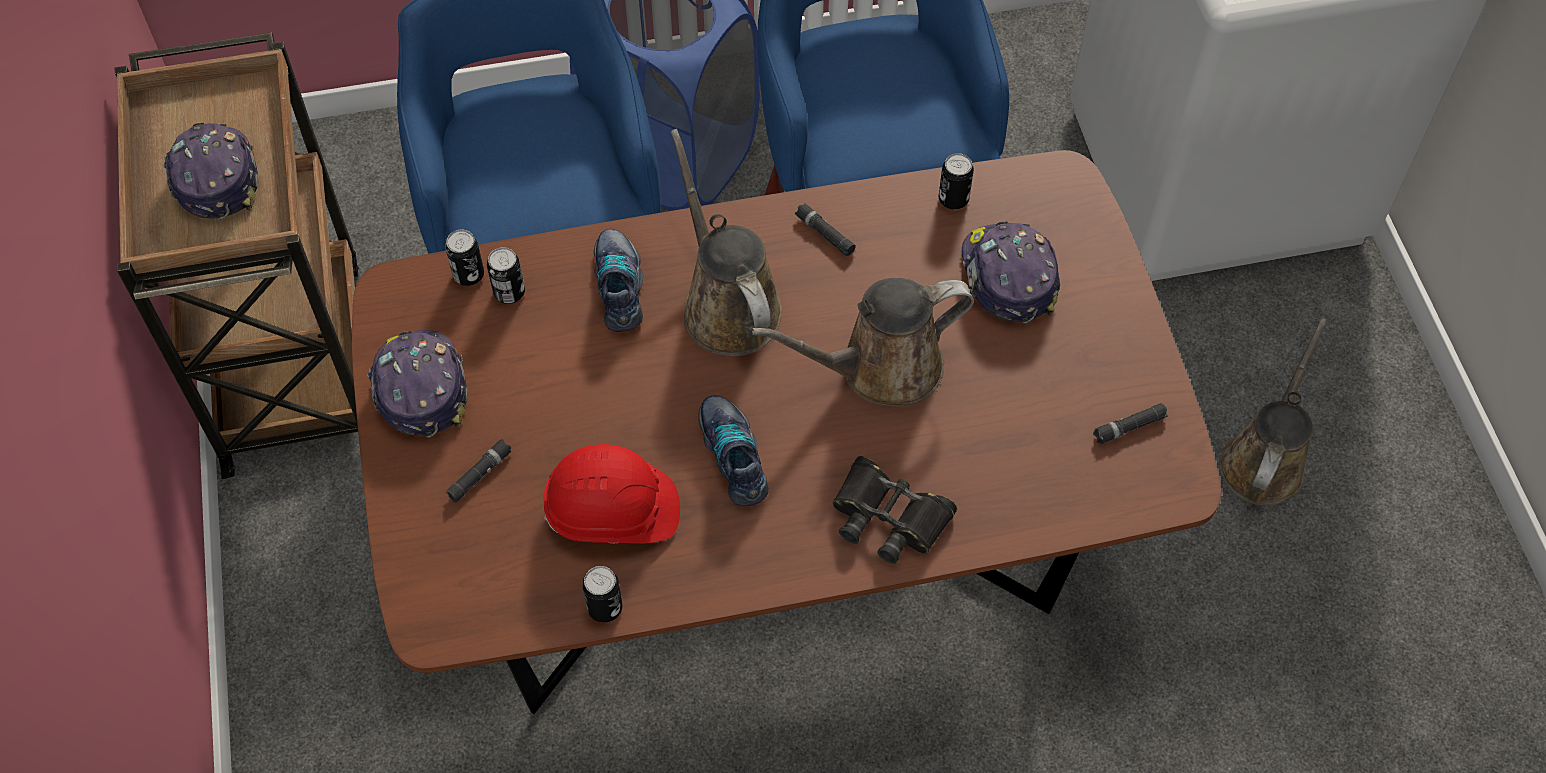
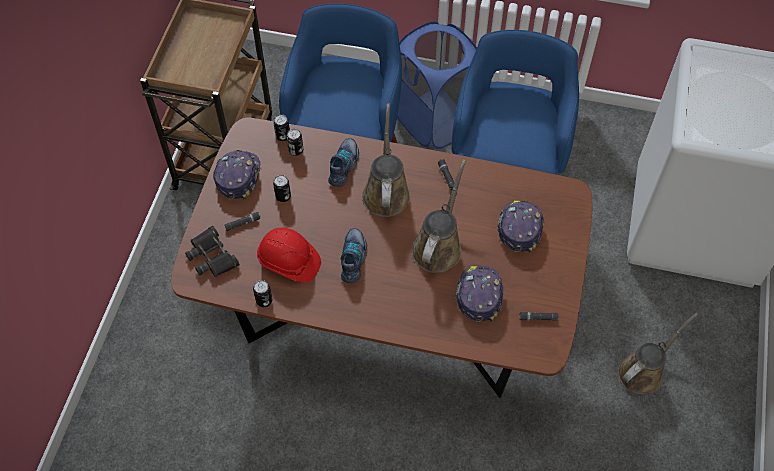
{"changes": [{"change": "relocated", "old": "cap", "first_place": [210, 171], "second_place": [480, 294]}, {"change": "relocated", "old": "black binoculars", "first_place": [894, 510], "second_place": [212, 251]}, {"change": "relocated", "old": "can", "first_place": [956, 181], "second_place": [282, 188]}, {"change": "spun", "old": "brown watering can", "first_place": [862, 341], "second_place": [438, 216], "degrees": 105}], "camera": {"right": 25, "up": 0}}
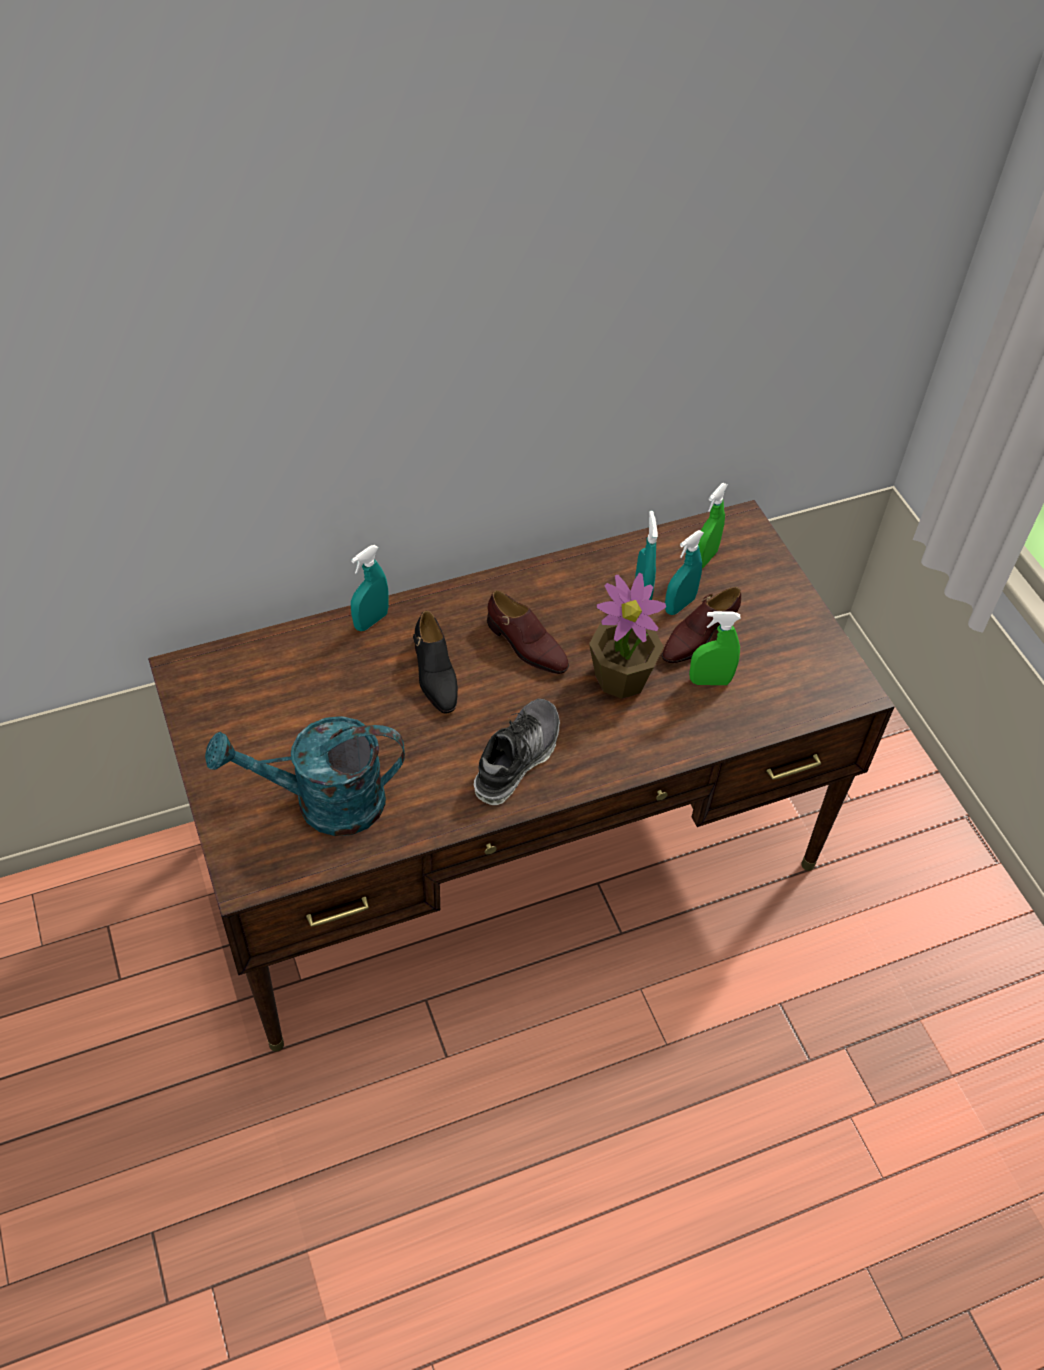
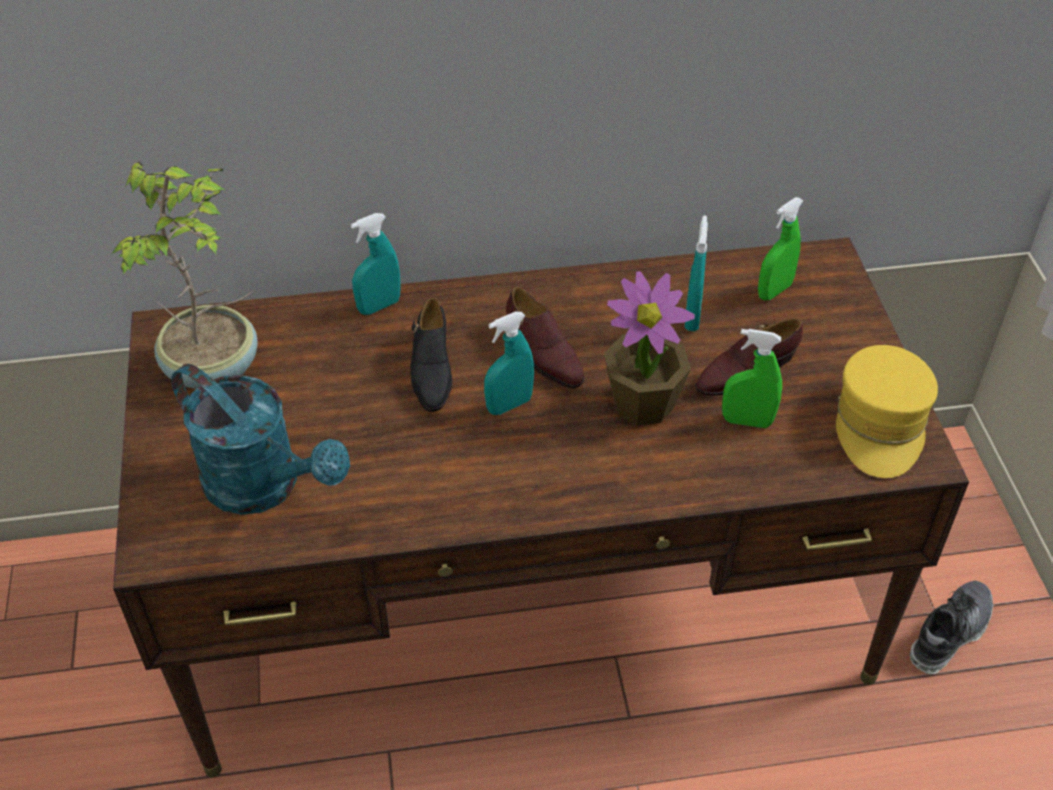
{"changes": [{"change": "appeared", "new": "potted plant", "second_place": [184, 275]}, {"change": "appeared", "new": "yellow cap", "second_place": [887, 411]}, {"change": "relocated", "old": "shoe", "first_place": [517, 752], "second_place": [952, 627]}, {"change": "relocated", "old": "turquoise spray bottle", "first_place": [684, 572], "second_place": [509, 363]}, {"change": "spun", "old": "turquoise watering can", "first_place": [305, 776], "second_place": [260, 439], "degrees": -150}], "camera": {"right": 15, "up": -5}}
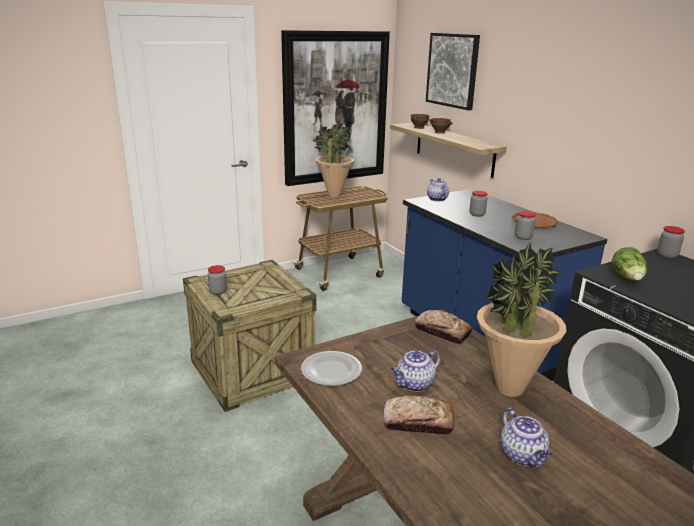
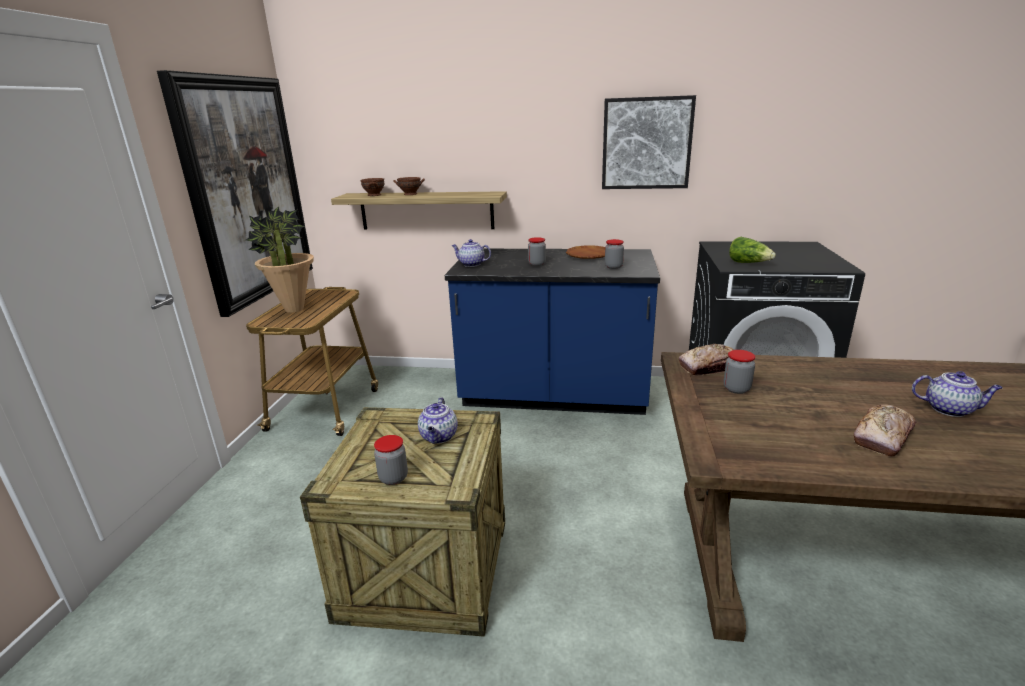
{"changes": [{"change": "missing", "old": "plate", "first_place": [331, 368]}, {"change": "missing", "old": "potted plant", "first_place": [521, 319]}, {"change": "relocated", "old": "teapot", "first_place": [416, 371], "second_place": [438, 420]}, {"change": "relocated", "old": "picture", "first_place": [453, 71], "second_place": [649, 142]}, {"change": "relocated", "old": "jar", "first_place": [671, 242], "second_place": [739, 372]}], "camera": {"right": -50, "up": 0}}
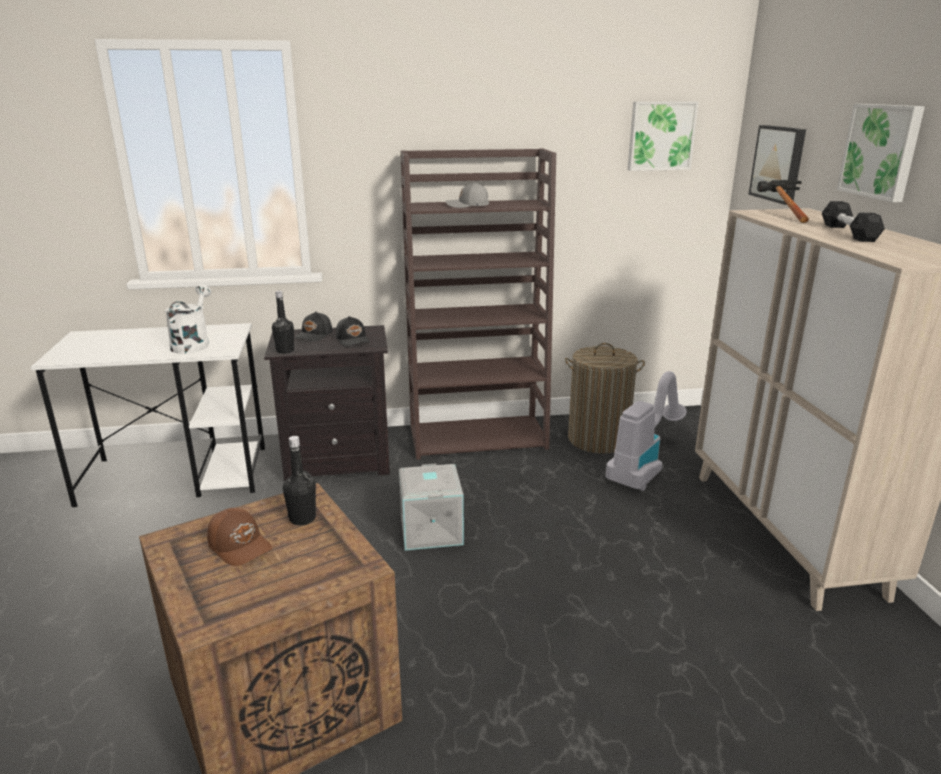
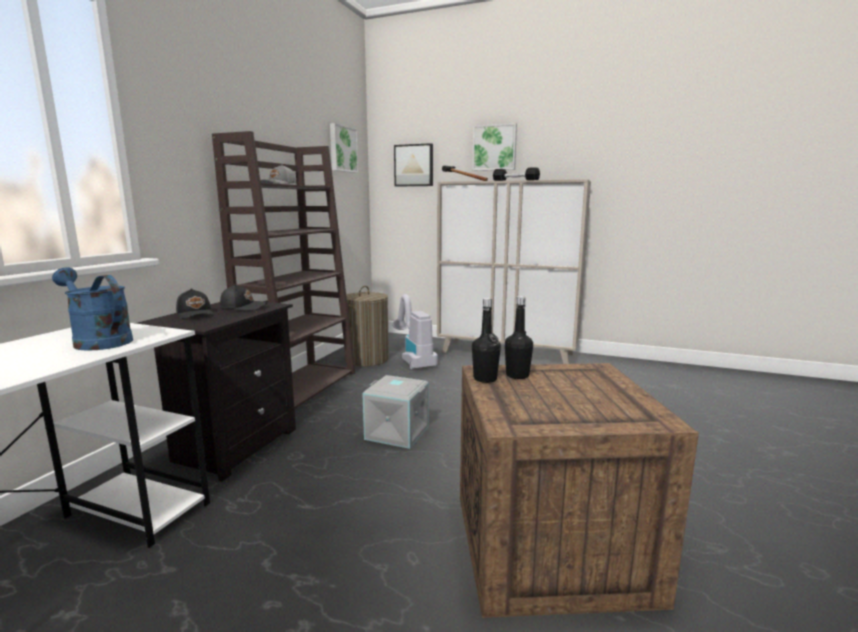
{"changes": [{"change": "missing", "old": "brown cap", "first_place": [239, 537]}, {"change": "relocated", "old": "black bottle", "first_place": [283, 322], "second_place": [486, 340]}, {"change": "colour", "old": "white watering can", "new": "blue watering can", "first_place": [188, 319], "second_place": [92, 309]}], "camera": {"right": -60, "up": -10}}
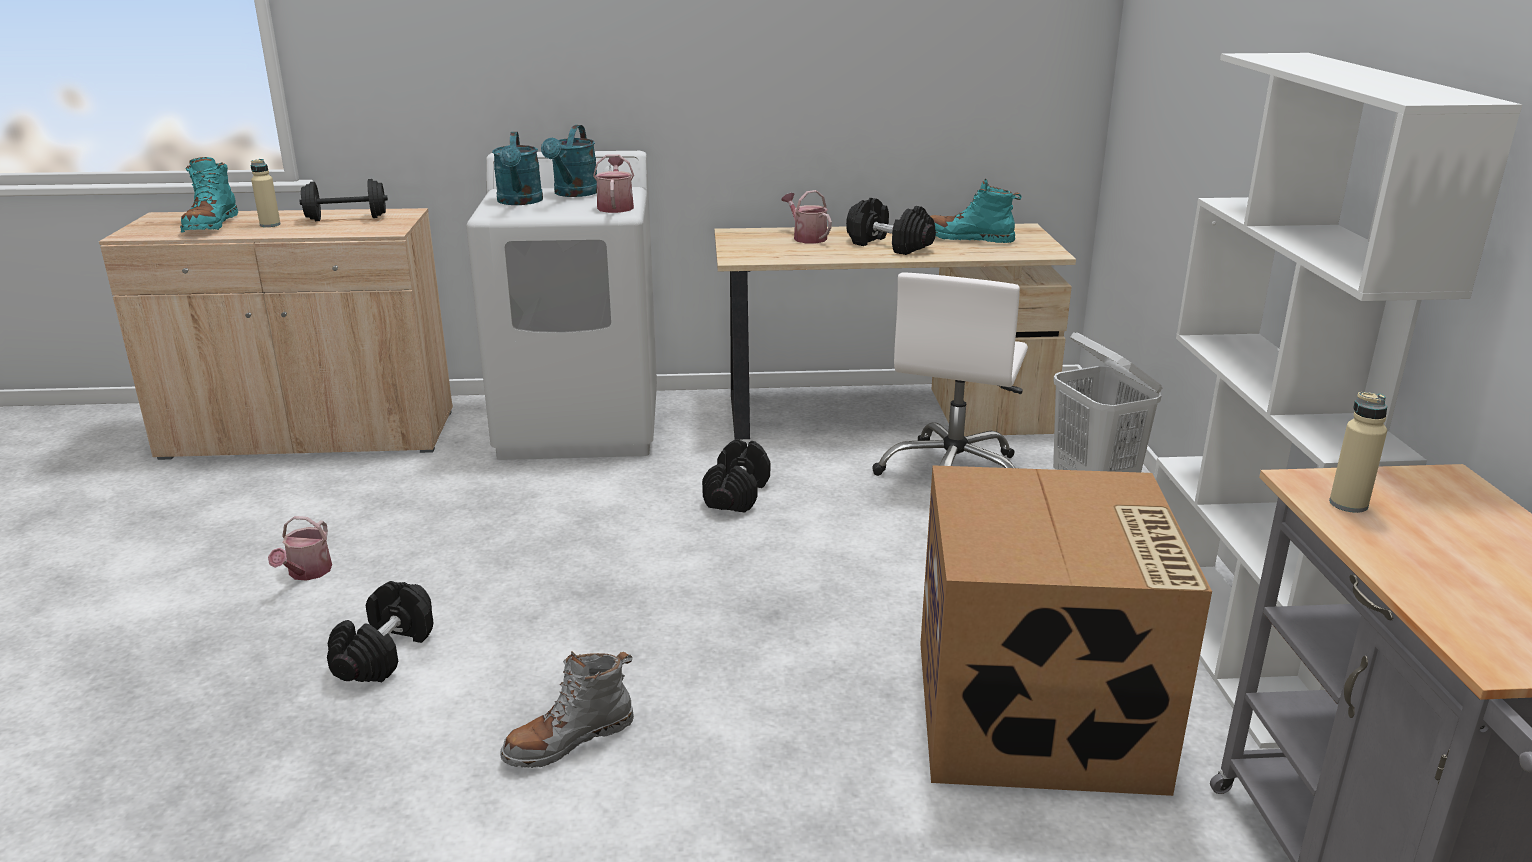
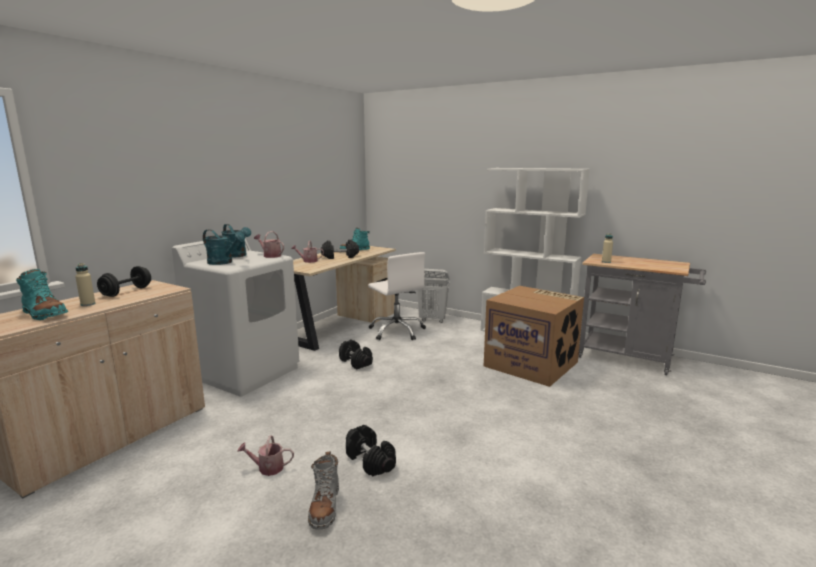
{"changes": [{"change": "relocated", "old": "grey boot", "first_place": [567, 709], "second_place": [323, 490]}, {"change": "spun", "old": "watering can", "first_place": [300, 548], "second_place": [265, 456], "degrees": 135}], "camera": {"right": -55, "up": -10}}
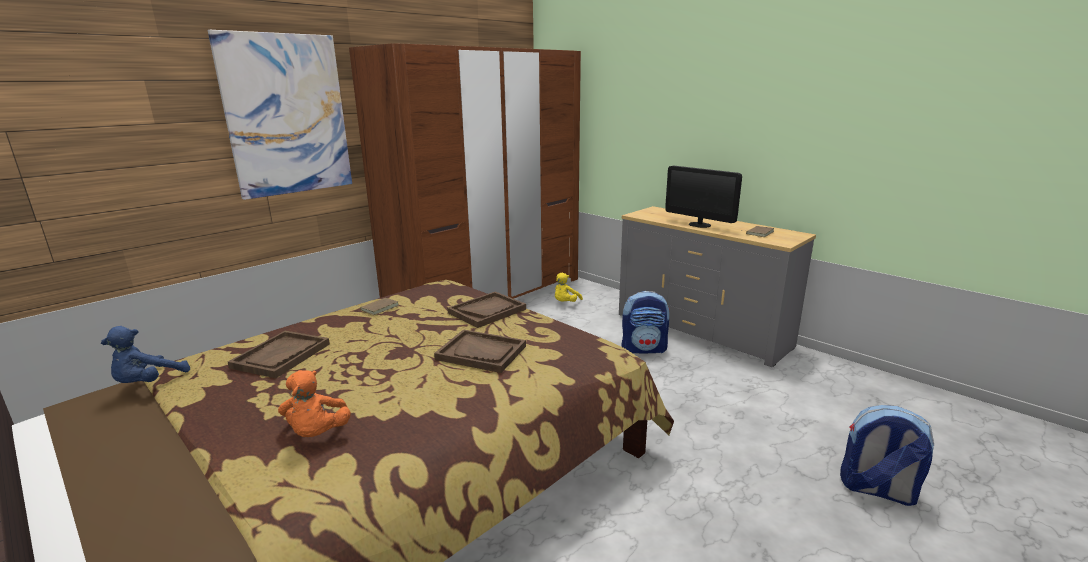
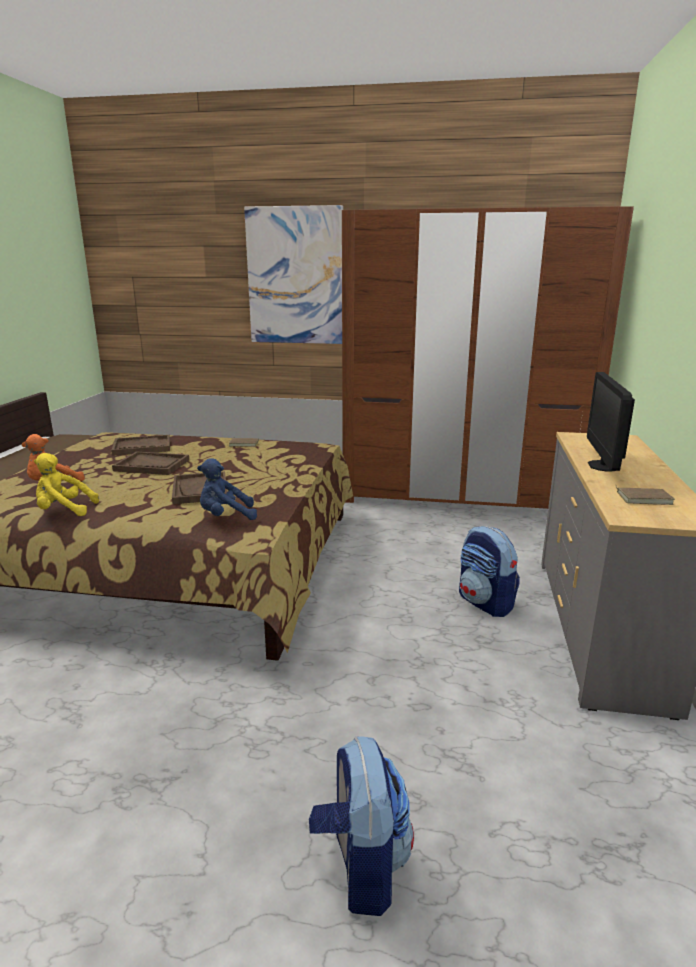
{"changes": [{"change": "relocated", "old": "blue plush toy", "first_place": [145, 354], "second_place": [227, 489]}, {"change": "relocated", "old": "brown tray", "first_place": [486, 309], "second_place": [150, 463]}, {"change": "relocated", "old": "yellow plush toy", "first_place": [569, 287], "second_place": [66, 484]}], "camera": {"right": 55, "up": 0}}
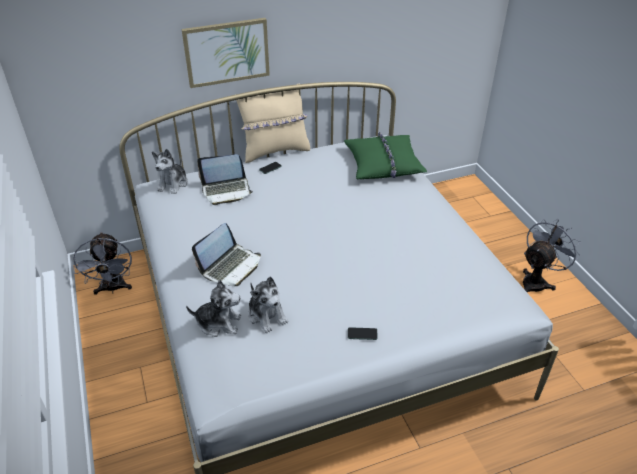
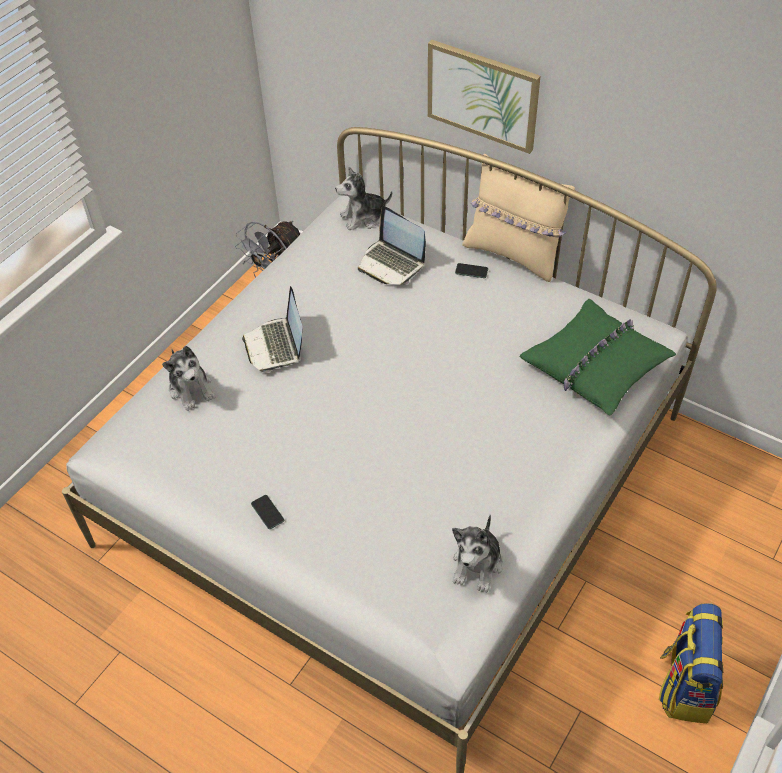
{"changes": [{"change": "relocated", "old": "plush toy", "first_place": [268, 305], "second_place": [477, 554]}, {"change": "exchanged", "old": "grey fan", "new": "backpack", "first_place": [552, 255], "second_place": [691, 663]}, {"change": "spun", "old": "laptop", "first_place": [226, 254], "second_place": [272, 329], "degrees": 75}], "camera": {"right": 55, "up": 10}}
